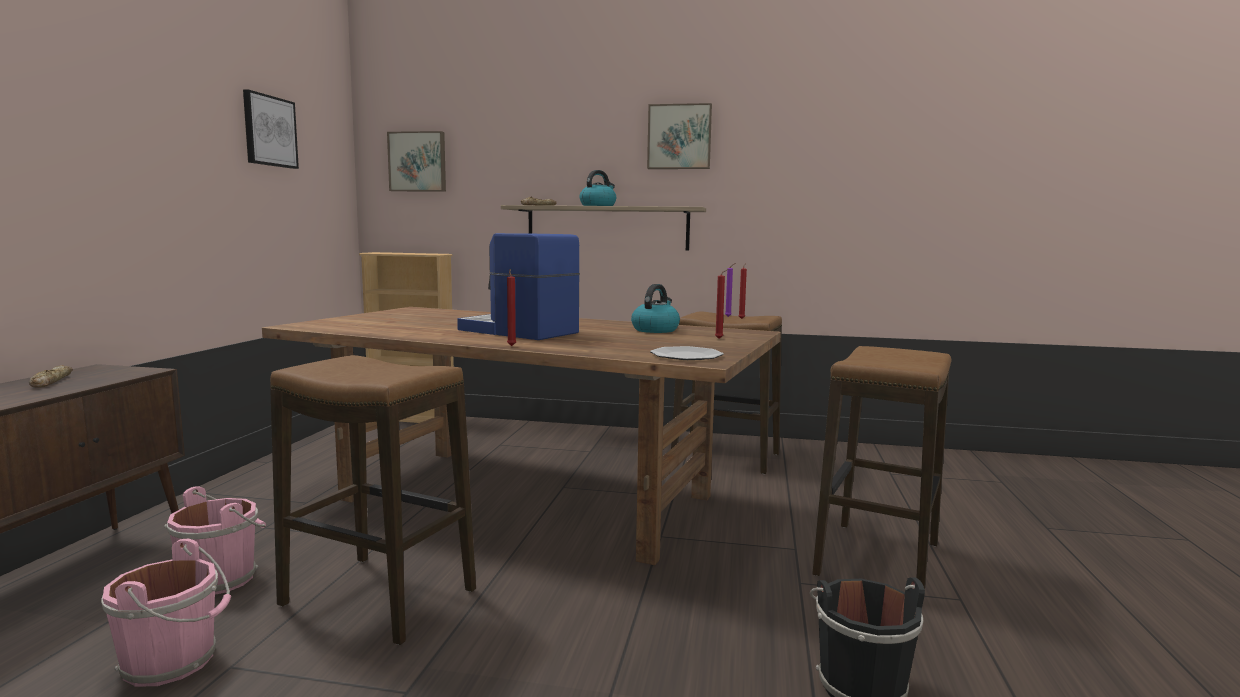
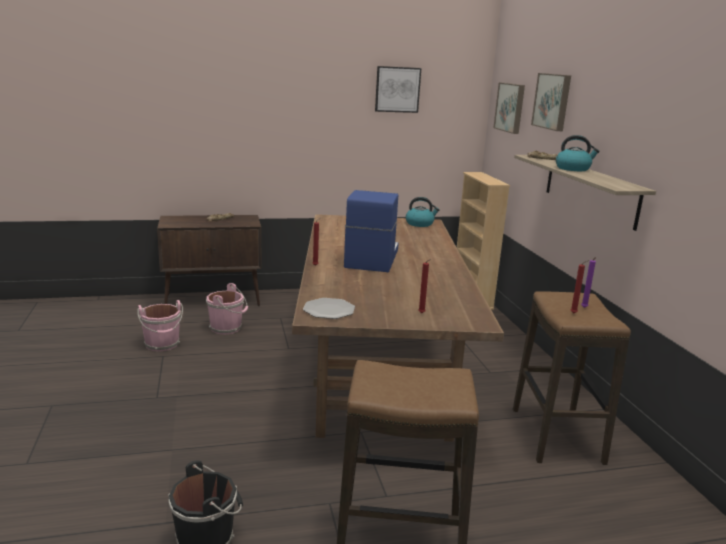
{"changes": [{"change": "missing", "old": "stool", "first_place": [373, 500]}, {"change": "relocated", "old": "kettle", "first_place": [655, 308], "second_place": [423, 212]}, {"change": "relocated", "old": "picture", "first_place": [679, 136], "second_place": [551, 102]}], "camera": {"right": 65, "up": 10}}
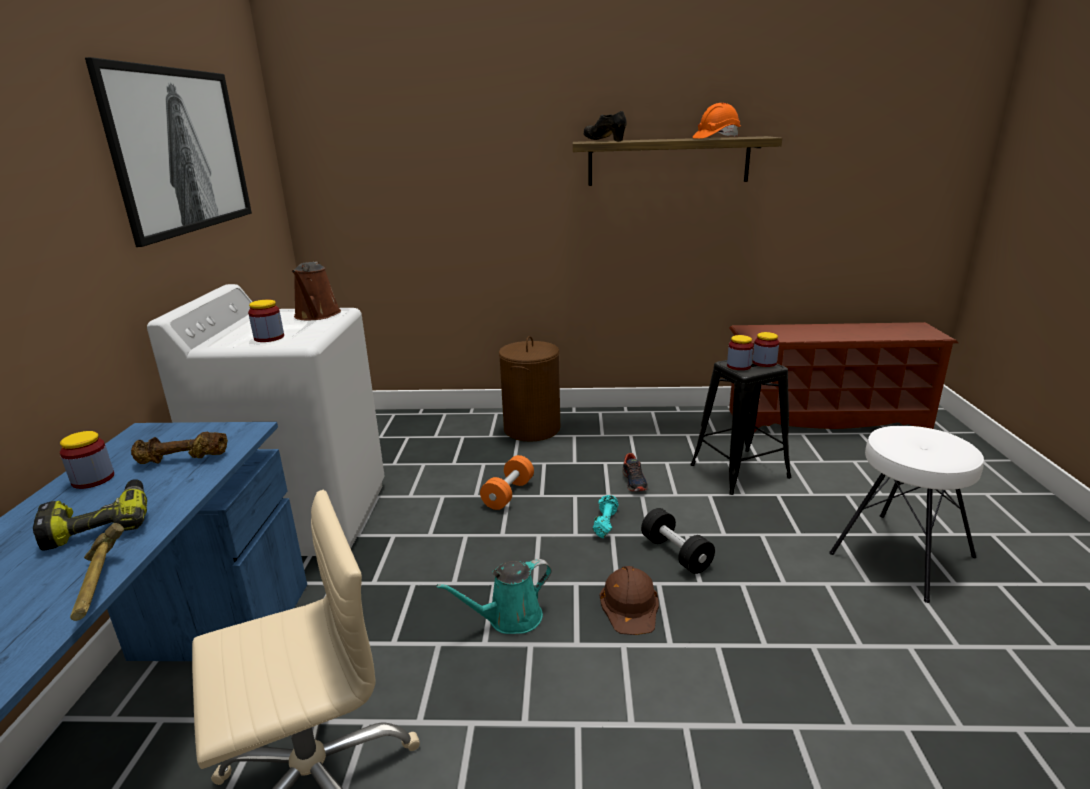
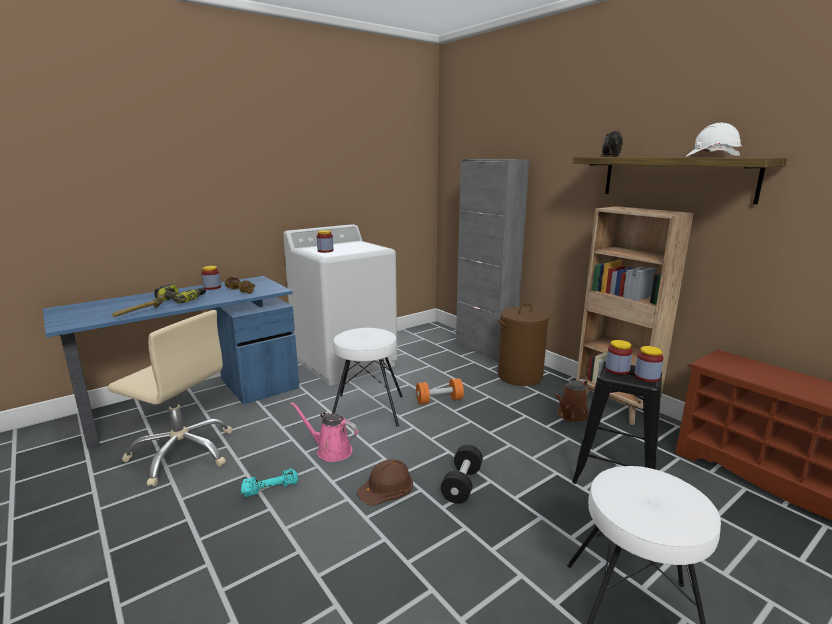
{"changes": [{"change": "missing", "old": "picture", "first_place": [168, 152]}, {"change": "missing", "old": "shoe", "first_place": [635, 472]}, {"change": "appeared", "new": "white stool", "second_place": [367, 377]}, {"change": "appeared", "new": "grey cabinet", "second_place": [492, 260]}, {"change": "appeared", "new": "brown bookcase", "second_place": [635, 315]}, {"change": "relocated", "old": "brown watering can", "first_place": [316, 291], "second_place": [571, 400]}, {"change": "relocated", "old": "turquoise dumbbell", "first_place": [605, 516], "second_place": [269, 482]}, {"change": "colour", "old": "turquoise watering can", "new": "pink watering can", "first_place": [494, 596], "second_place": [324, 432]}, {"change": "colour", "old": "orange hard hat", "new": "white hard hat", "first_place": [717, 121], "second_place": [713, 140]}], "camera": {"right": 50, "up": -5}}
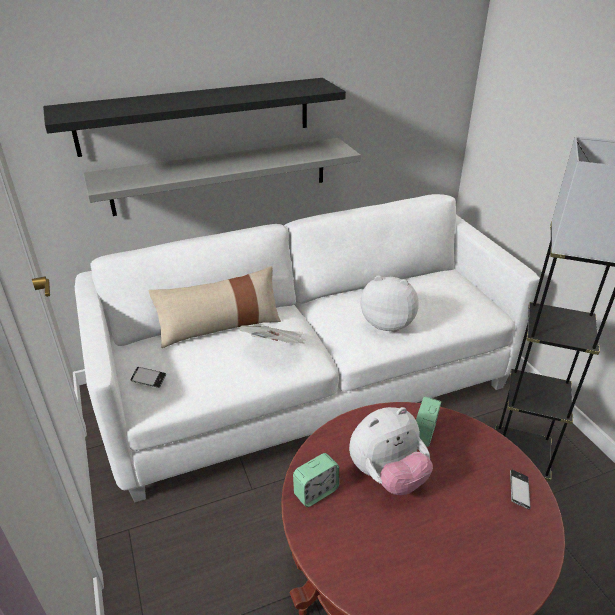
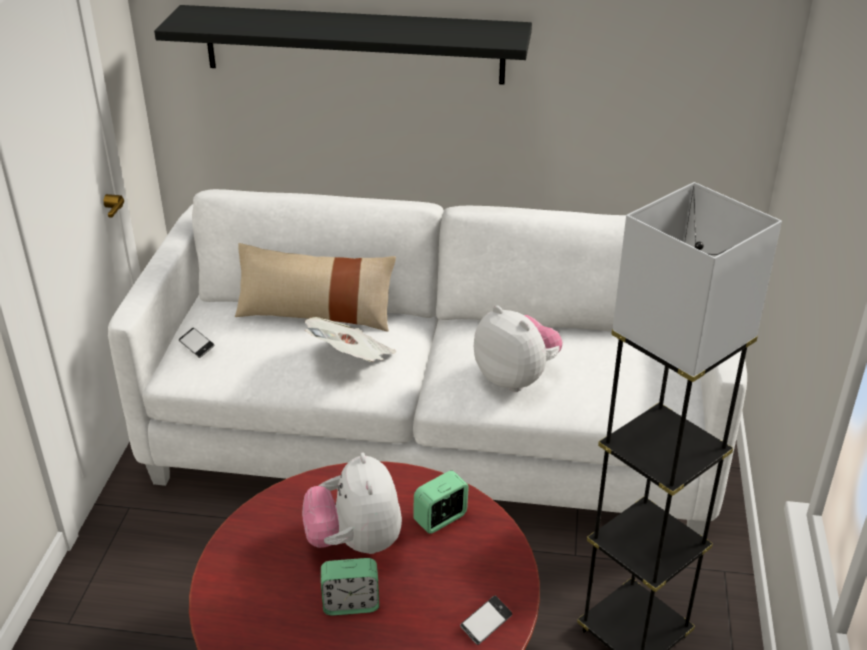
{"changes": [{"change": "missing", "old": "grey shelf", "first_place": [222, 177]}, {"change": "relocated", "old": "alarm clock", "first_place": [316, 480], "second_place": [350, 587]}, {"change": "spun", "old": "plush toy", "first_place": [391, 451], "second_place": [352, 503], "degrees": 75}], "camera": {"right": 30, "up": 0}}
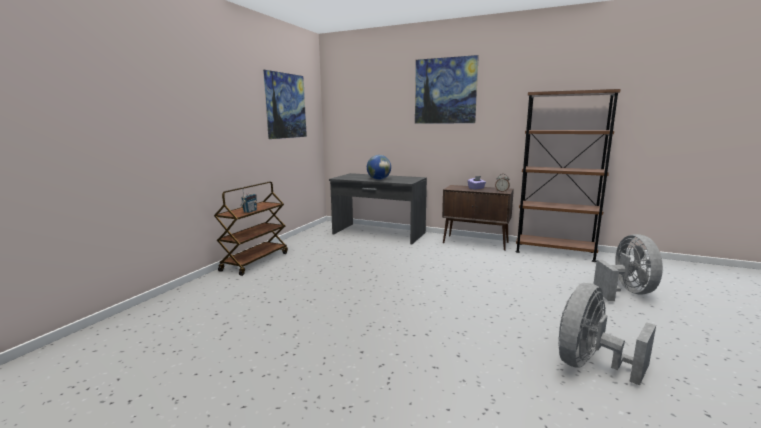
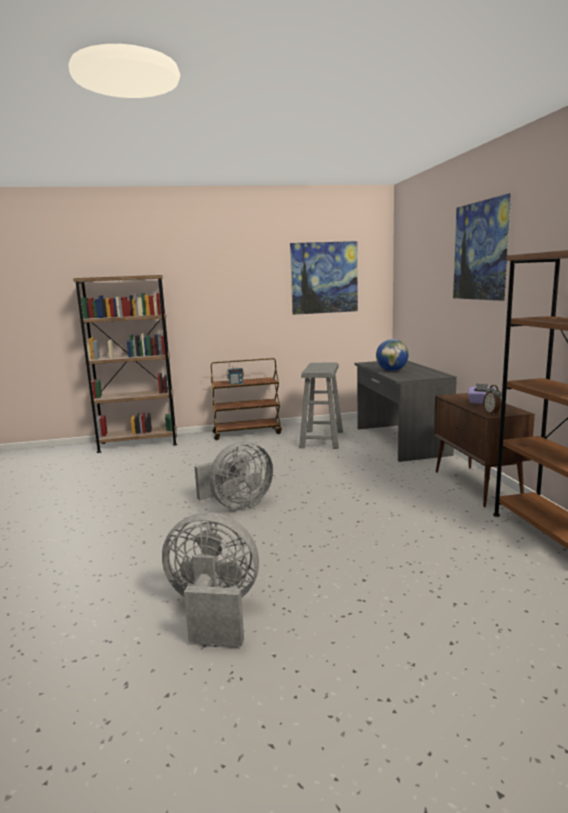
{"changes": [{"change": "appeared", "new": "brown bookcase", "second_place": [125, 364]}, {"change": "appeared", "new": "grey stool", "second_place": [321, 405]}, {"change": "relocated", "old": "grey fan", "first_place": [628, 267], "second_place": [233, 475]}], "camera": {"right": 55, "up": 0}}
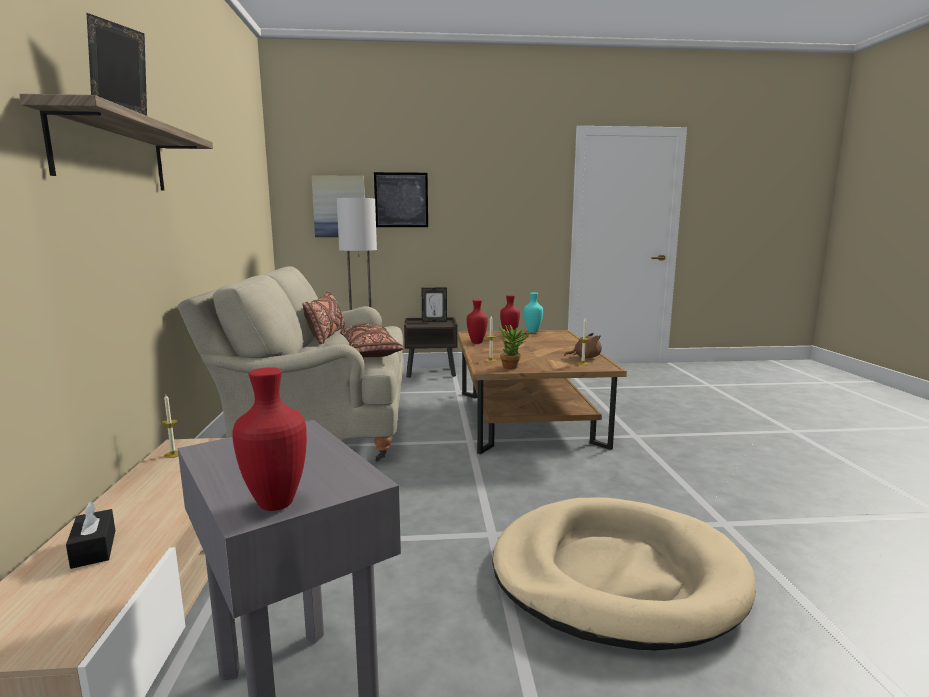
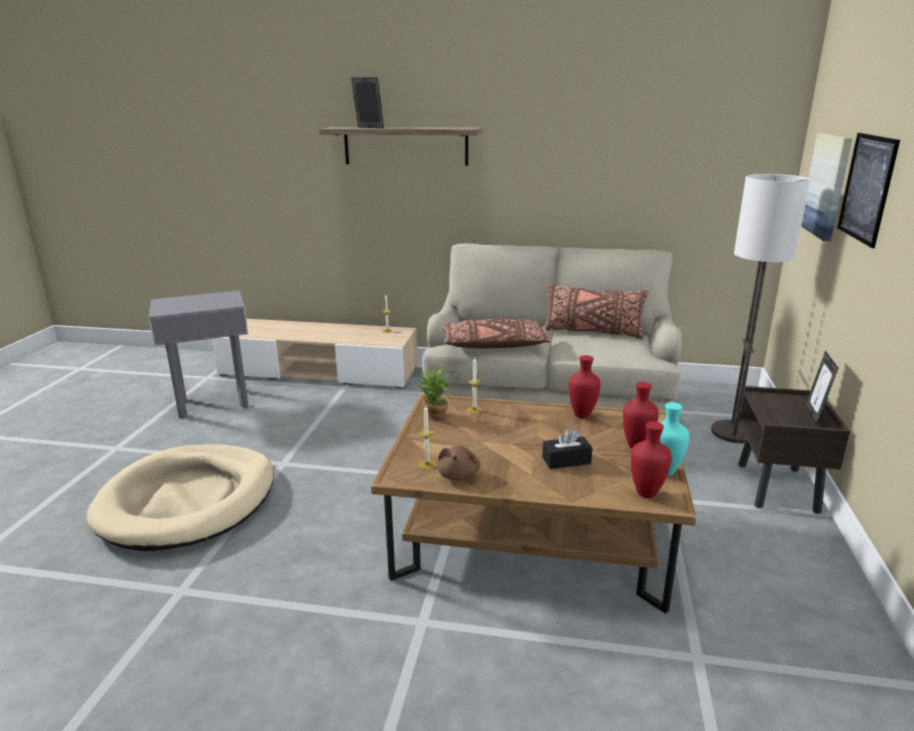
{"changes": [{"change": "relocated", "old": "black tissue box", "first_place": [90, 535], "second_place": [567, 448]}, {"change": "relocated", "old": "red vase", "first_place": [269, 439], "second_place": [651, 459]}], "camera": {"right": 105, "up": 10}}
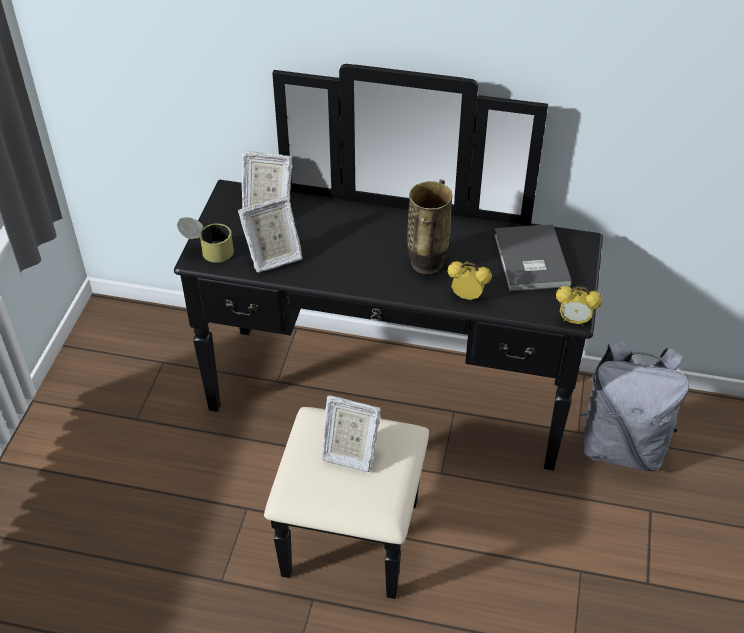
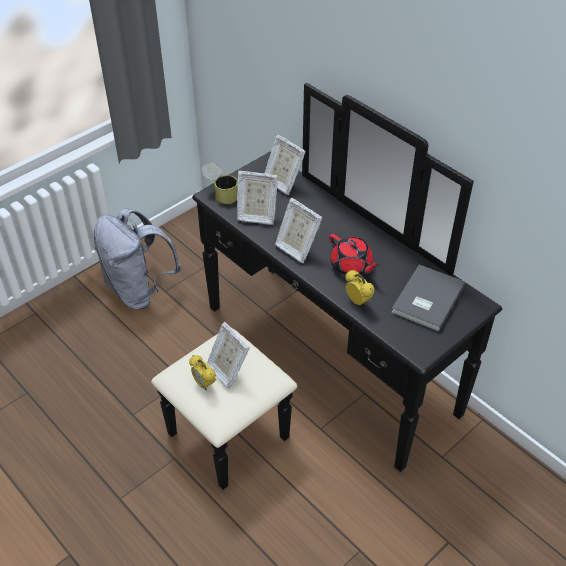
{"changes": [{"change": "appeared", "new": "picture frame", "second_place": [298, 230]}, {"change": "relocated", "old": "alarm clock", "first_place": [579, 306], "second_place": [202, 372]}, {"change": "relocated", "old": "grey backpack", "first_place": [634, 406], "second_place": [137, 259]}, {"change": "exchanged", "old": "vase", "new": "red teapot", "first_place": [429, 226], "second_place": [354, 255]}], "camera": {"right": 35, "up": 0}}
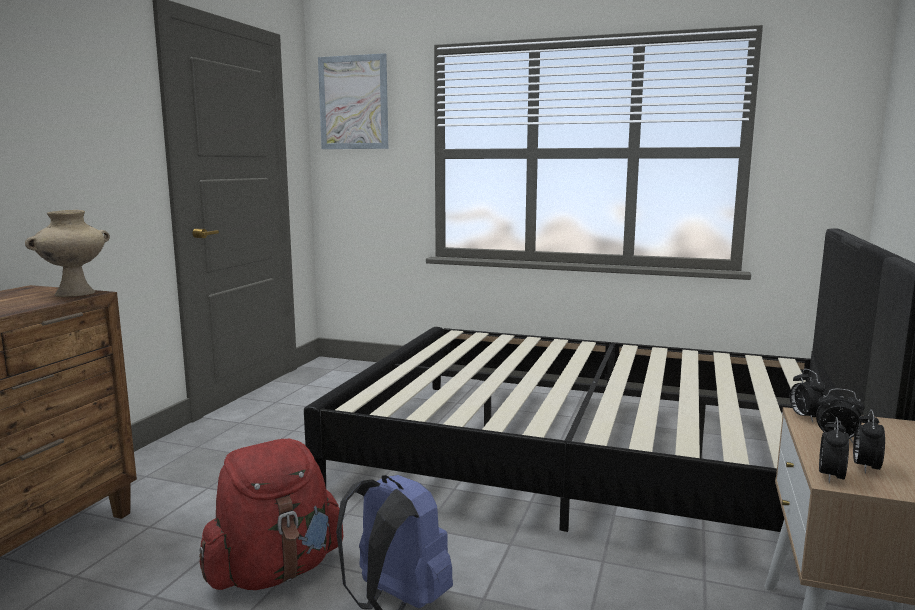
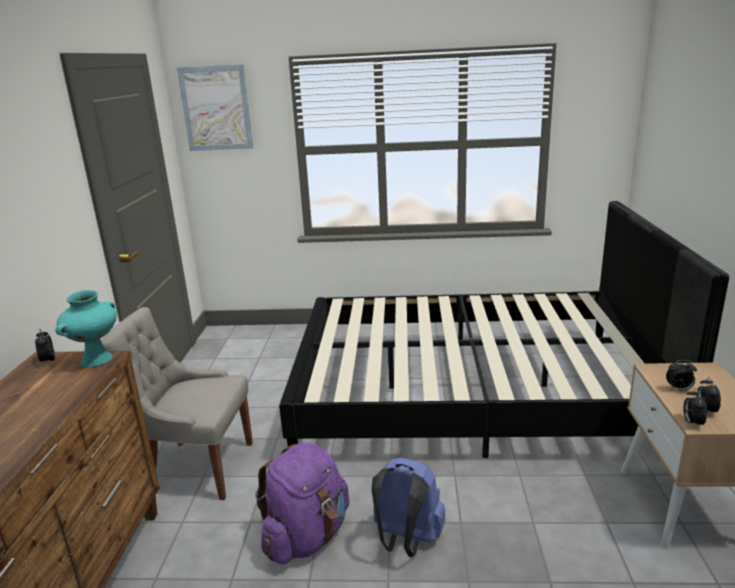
{"changes": [{"change": "appeared", "new": "grey chair", "second_place": [177, 403]}, {"change": "relocated", "old": "alarm clock", "first_place": [809, 395], "second_place": [45, 347]}, {"change": "colour", "old": "beige vase", "new": "turquoise vase", "first_place": [67, 253], "second_place": [86, 328]}, {"change": "colour", "old": "red backpack", "new": "purple backpack", "first_place": [271, 514], "second_place": [302, 503]}], "camera": {"right": -15, "up": 10}}
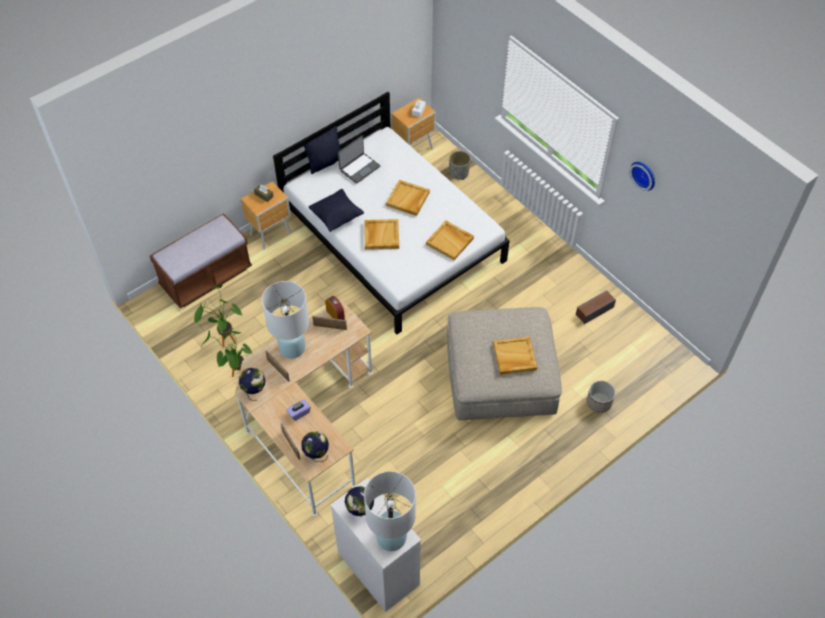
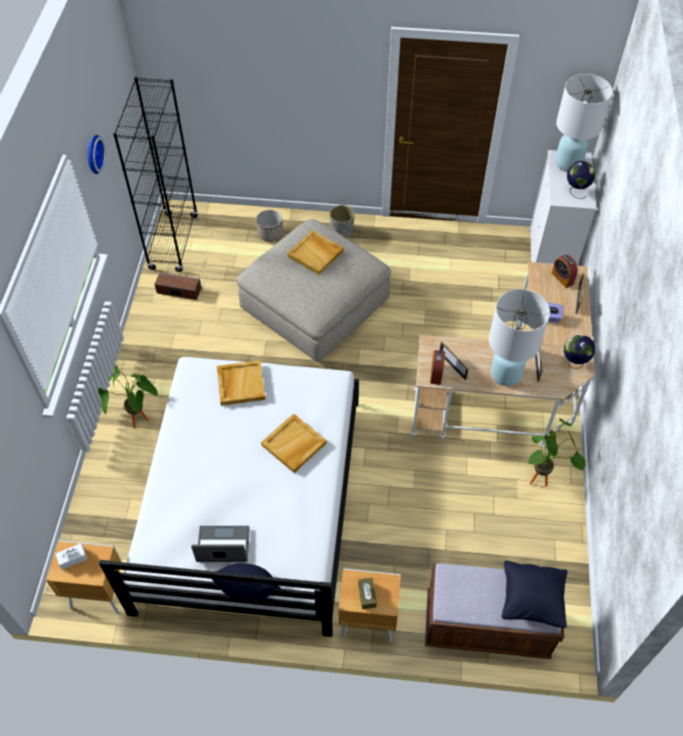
{"changes": [{"change": "missing", "old": "beige tray", "first_place": [408, 198]}, {"change": "appeared", "new": "black bookcase", "second_place": [155, 174]}, {"change": "relocated", "old": "potted plant", "first_place": [218, 316], "second_place": [128, 397]}, {"change": "relocated", "old": "black pillow", "first_place": [336, 210], "second_place": [534, 594]}, {"change": "relocated", "old": "grey planter", "first_place": [460, 165], "second_place": [342, 221]}, {"change": "exchanged", "old": "globe", "new": "alarm clock", "first_place": [315, 446], "second_place": [565, 271]}], "camera": {"right": -135, "up": 0}}
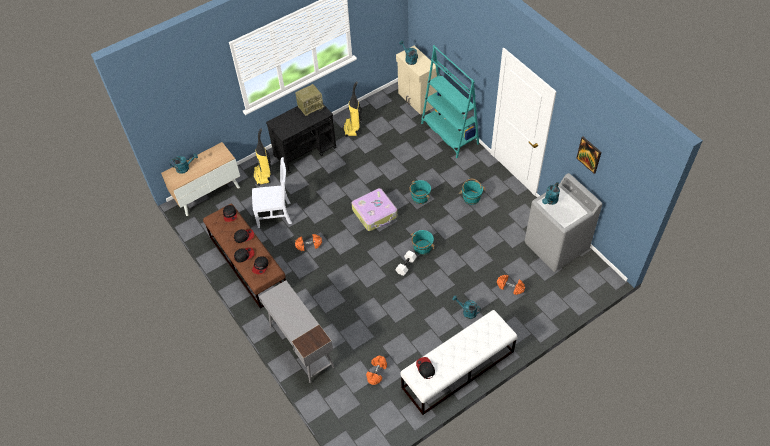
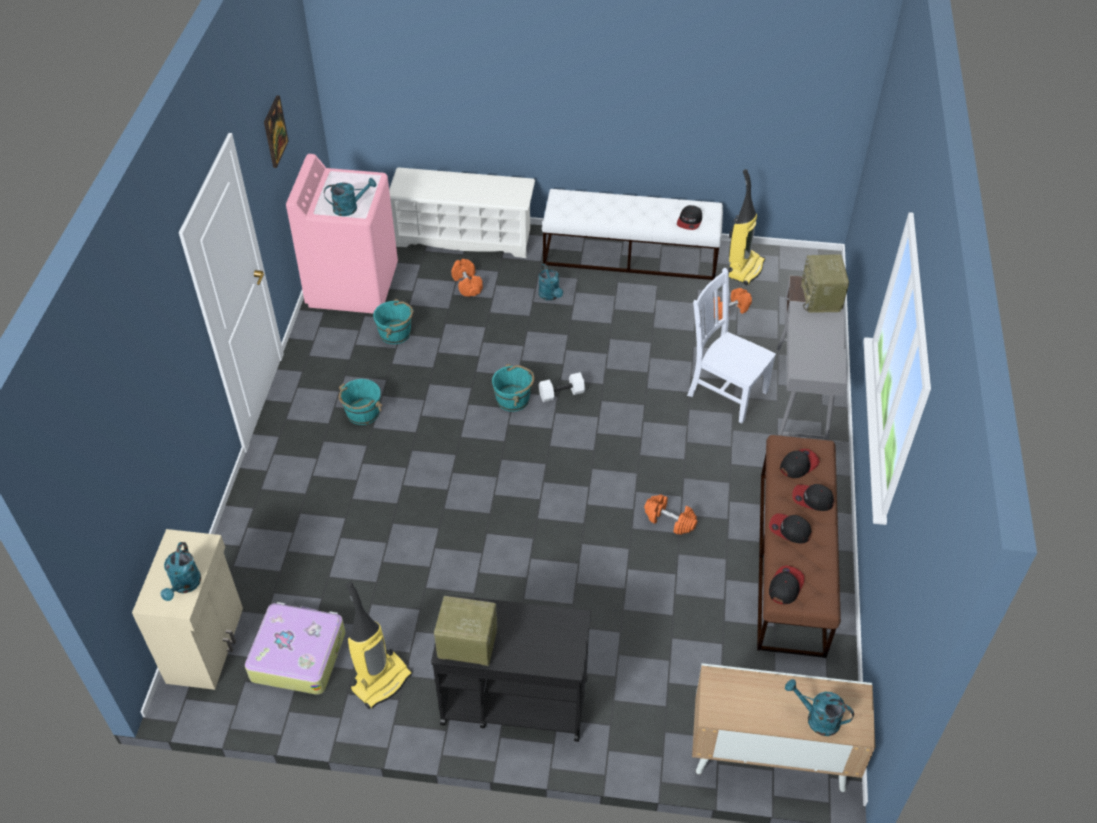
{"changes": [{"change": "missing", "old": "turquoise bookcase", "first_place": [450, 101]}, {"change": "appeared", "new": "white shoe rack", "second_place": [462, 212]}, {"change": "appeared", "new": "radio", "second_place": [825, 283]}, {"change": "relocated", "old": "white chair", "first_place": [272, 192], "second_place": [731, 345]}, {"change": "relocated", "old": "vacuum cleaner", "first_place": [262, 157], "second_place": [746, 227]}, {"change": "relocated", "old": "suitcase", "first_place": [374, 209], "second_place": [295, 648]}, {"change": "relocated", "old": "turquoise bucket", "first_place": [420, 192], "second_place": [393, 321]}, {"change": "colour", "old": "grey washing machine", "new": "pink washing machine", "first_place": [563, 222], "second_place": [342, 233]}], "camera": {"right": -140, "up": -5}}
